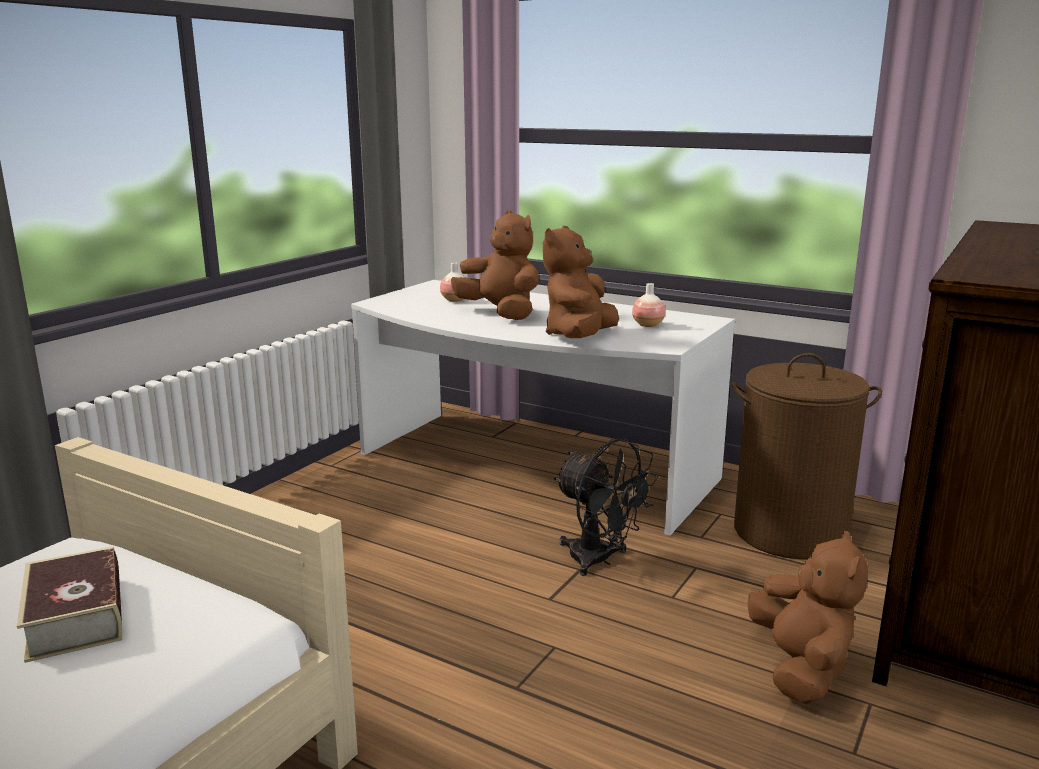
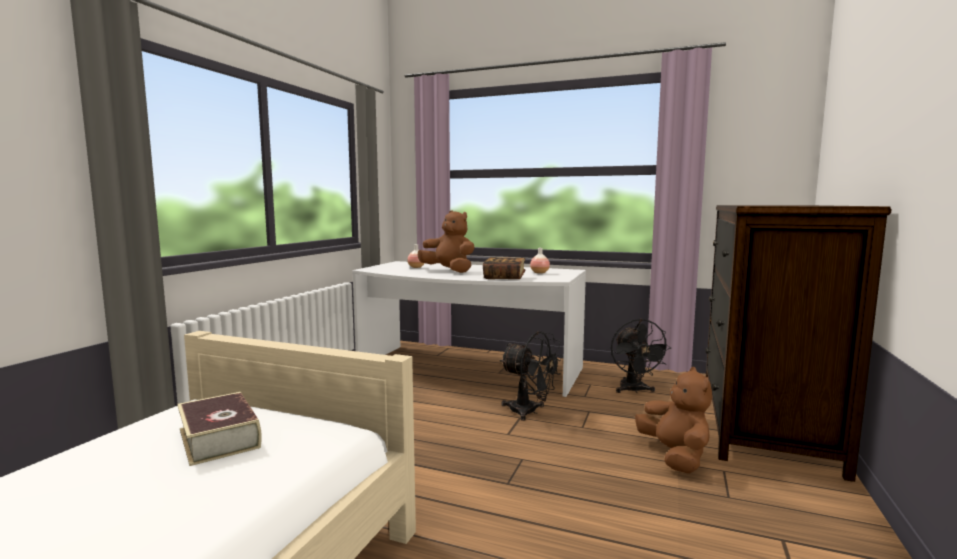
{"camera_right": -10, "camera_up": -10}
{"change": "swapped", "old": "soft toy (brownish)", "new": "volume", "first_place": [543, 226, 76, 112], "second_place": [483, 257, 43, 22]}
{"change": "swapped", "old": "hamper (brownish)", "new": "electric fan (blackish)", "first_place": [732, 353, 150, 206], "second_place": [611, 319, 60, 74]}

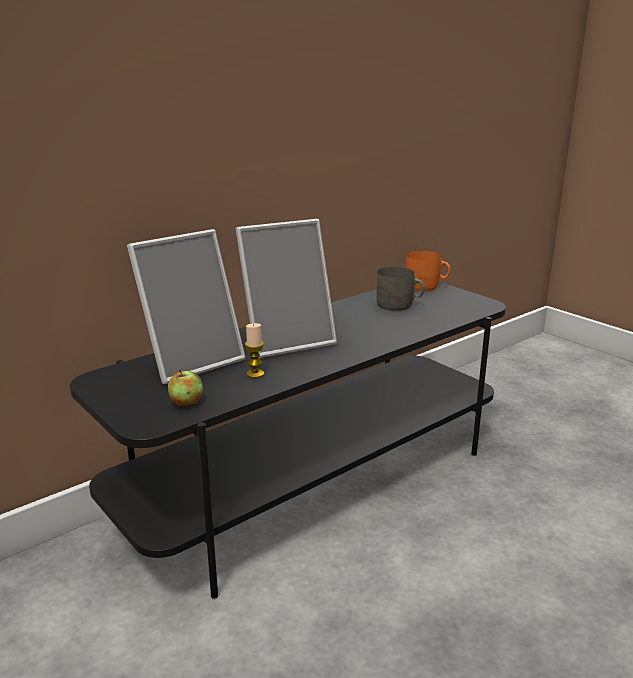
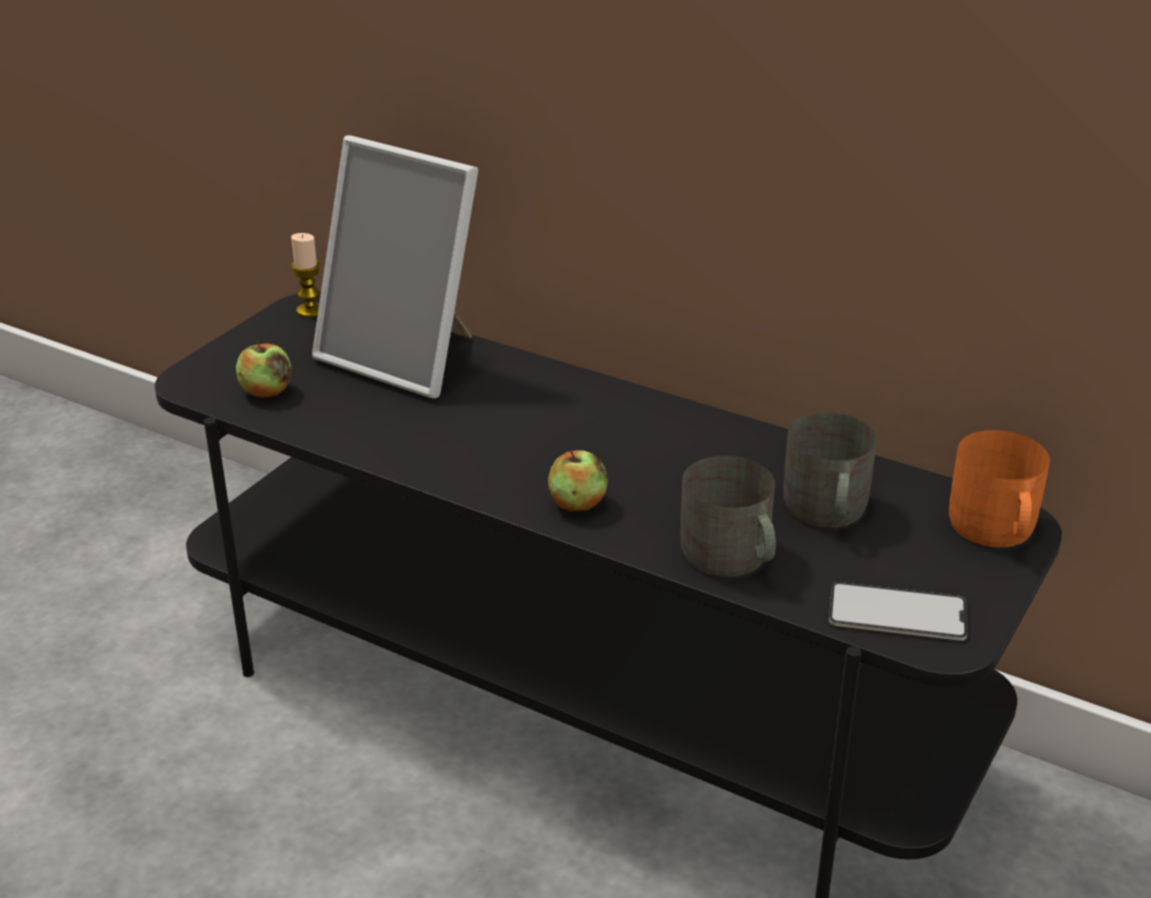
{"camera_right": 70, "camera_up": 10}
{"change": "gone", "old": "picture frame", "first_place": [236, 219, 101, 139]}
{"change": "new", "new": "apple", "second_place": [548, 449, 60, 63]}
{"change": "new", "new": "coffee mug (grey)", "second_place": [680, 456, 96, 121]}
{"change": "new", "new": "handset", "second_place": [829, 582, 139, 59]}
{"change": "shifted", "old": "wax candle", "first_place": [245, 323, 20, 55], "second_place": [291, 233, 29, 84]}

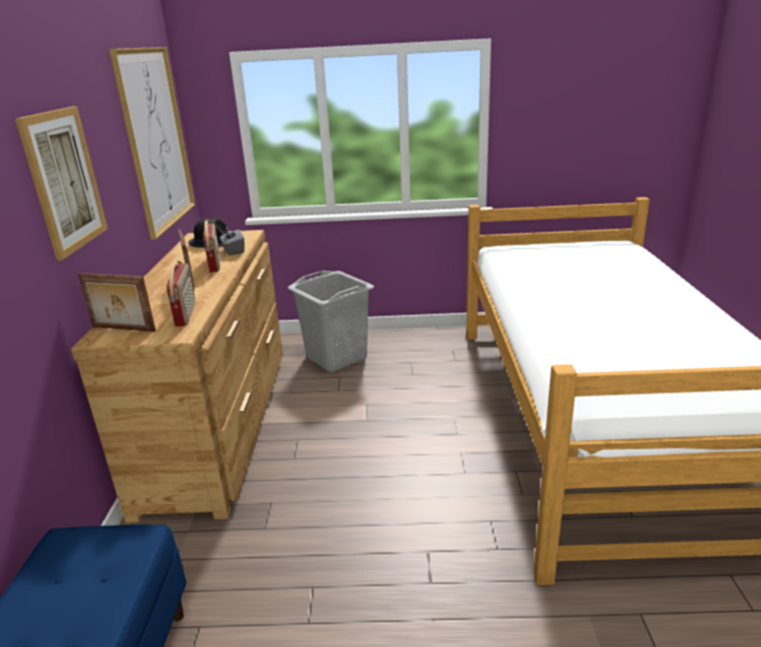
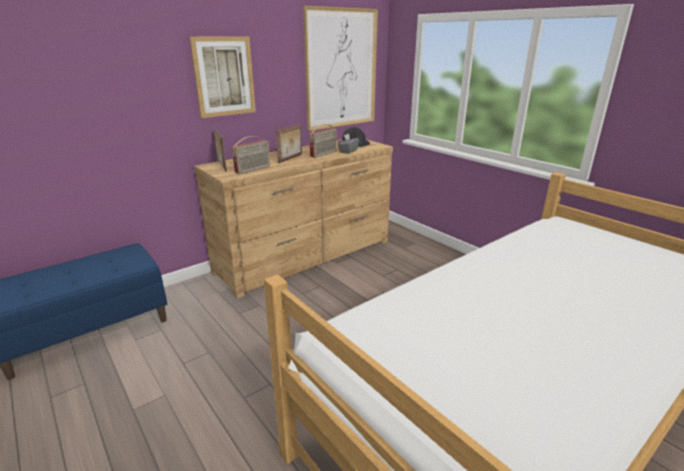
{"camera_right": 50, "camera_up": 0}
{"change": "gone", "old": "hamper (grey)", "first_place": [288, 271, 86, 101]}

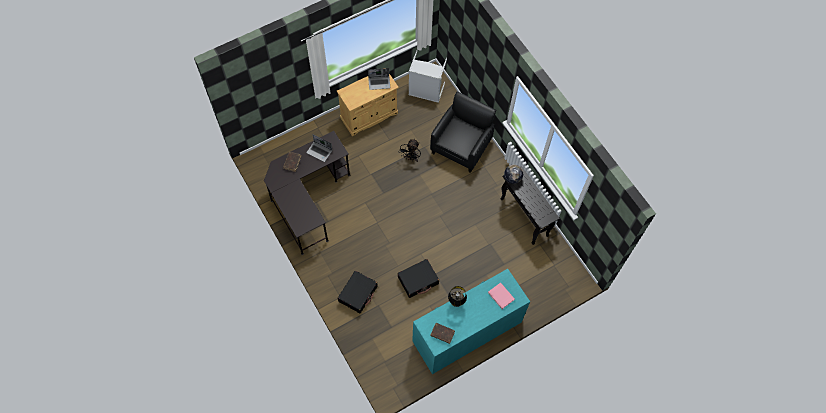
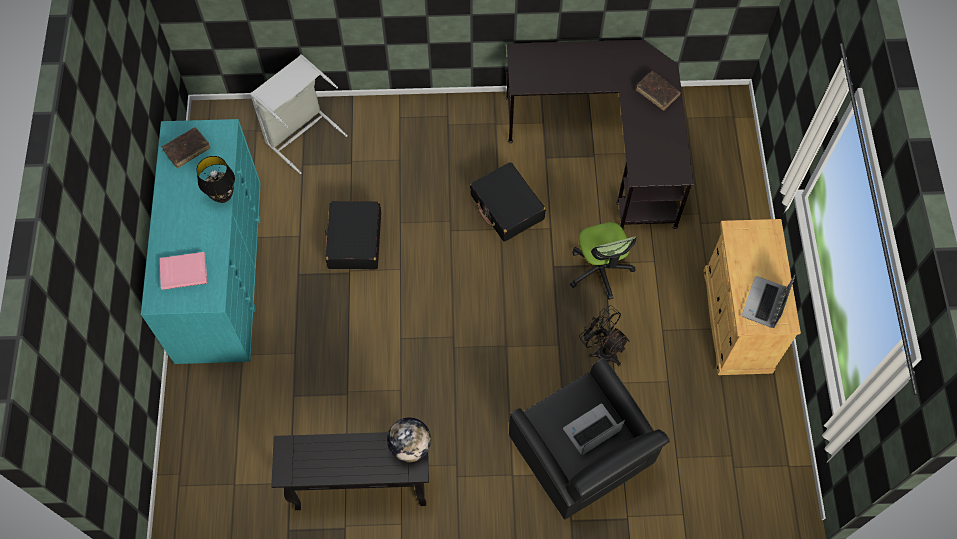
{"camera_right": 120, "camera_up": 0}
{"change": "new", "new": "office chair", "second_place": [570, 222, 66, 78]}
{"change": "shifted", "old": "notebook computer", "first_place": [306, 135, 26, 27], "second_place": [563, 404, 62, 51]}
{"change": "shifted", "old": "travel case (blackish)", "first_place": [338, 271, 40, 42], "second_place": [470, 162, 76, 80]}
{"change": "shifted", "old": "hamper (grey)", "first_place": [409, 50, 38, 53], "second_place": [250, 54, 97, 120]}

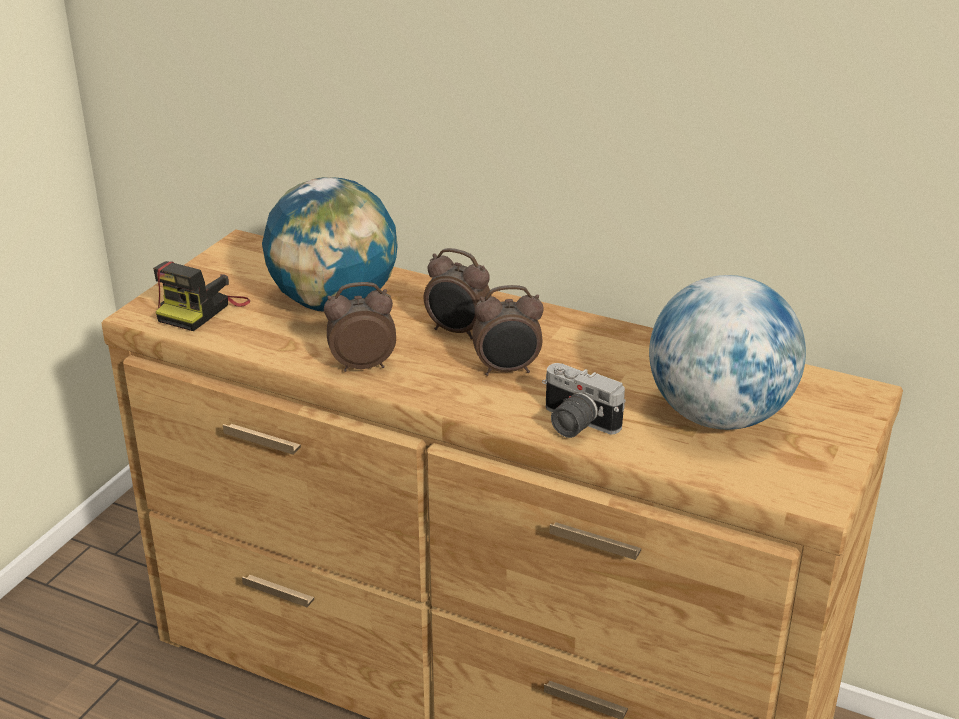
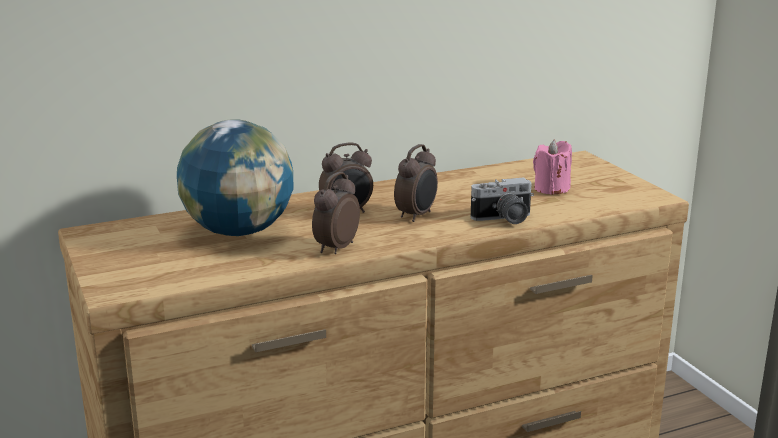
{"camera_right": -50, "camera_up": -10}
{"change": "gone", "old": "photo camera", "first_place": [153, 261, 97, 70]}
{"change": "swapped", "old": "globe", "new": "wax candle (pink)", "first_place": [649, 275, 157, 155], "second_place": [533, 140, 39, 55]}

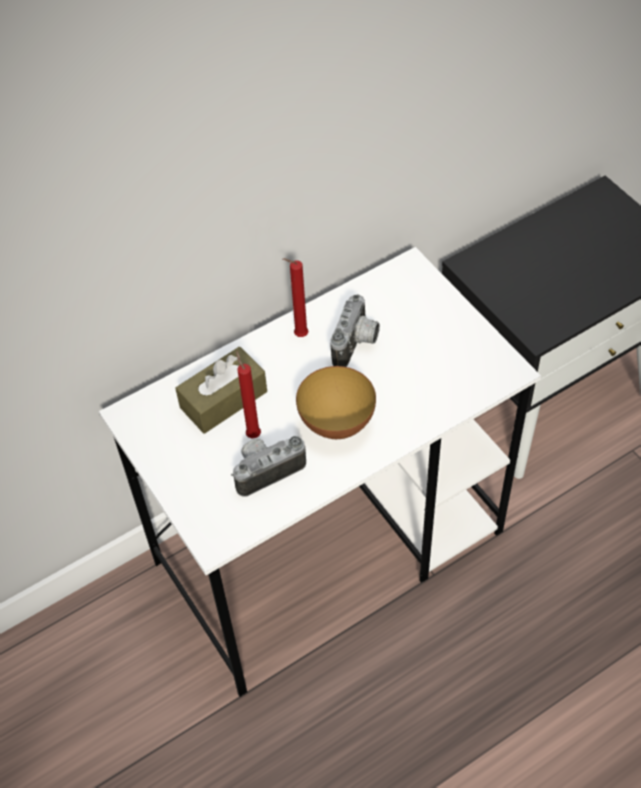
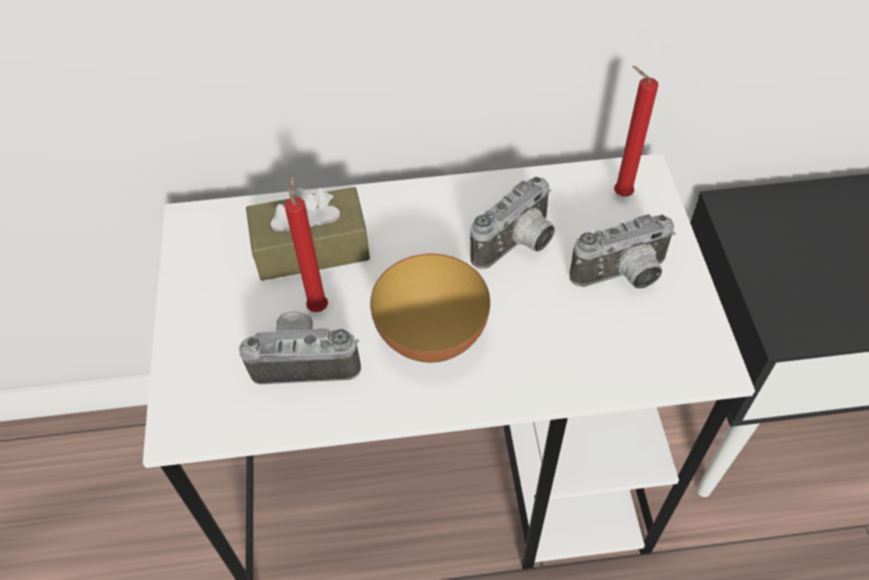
{"camera_right": 25, "camera_up": 0}
{"change": "new", "new": "photo camera", "second_place": [570, 214, 106, 75]}
{"change": "shifted", "old": "wax candle (red)", "first_place": [283, 258, 25, 79], "second_place": [614, 66, 44, 130]}

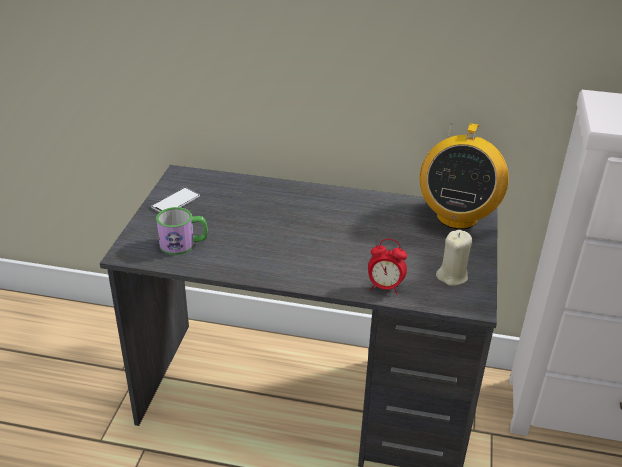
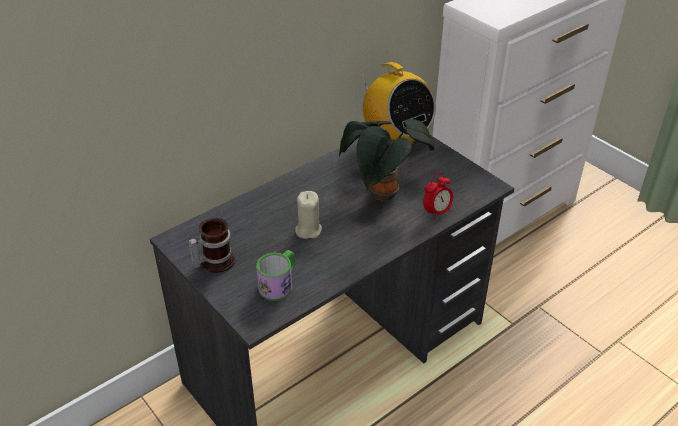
{"camera_right": -50, "camera_up": 5}
{"change": "new", "new": "houseplant", "second_place": [339, 119, 95, 82]}
{"change": "shifted", "old": "wax candle (beige)", "first_place": [436, 230, 36, 56], "second_place": [295, 191, 27, 48]}
{"change": "swapped", "old": "handset", "new": "coffee mug", "first_place": [151, 188, 49, 24], "second_place": [188, 218, 47, 55]}

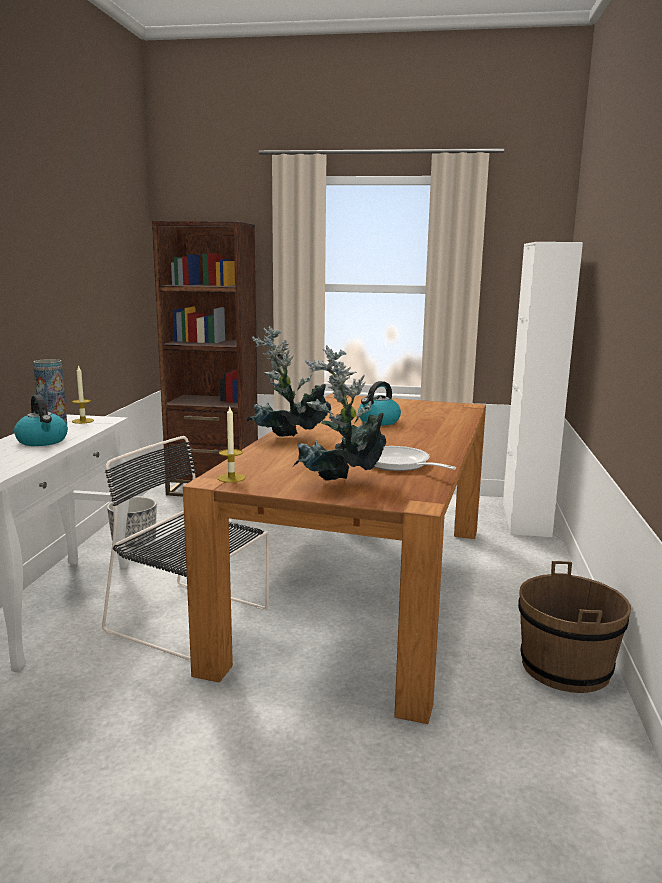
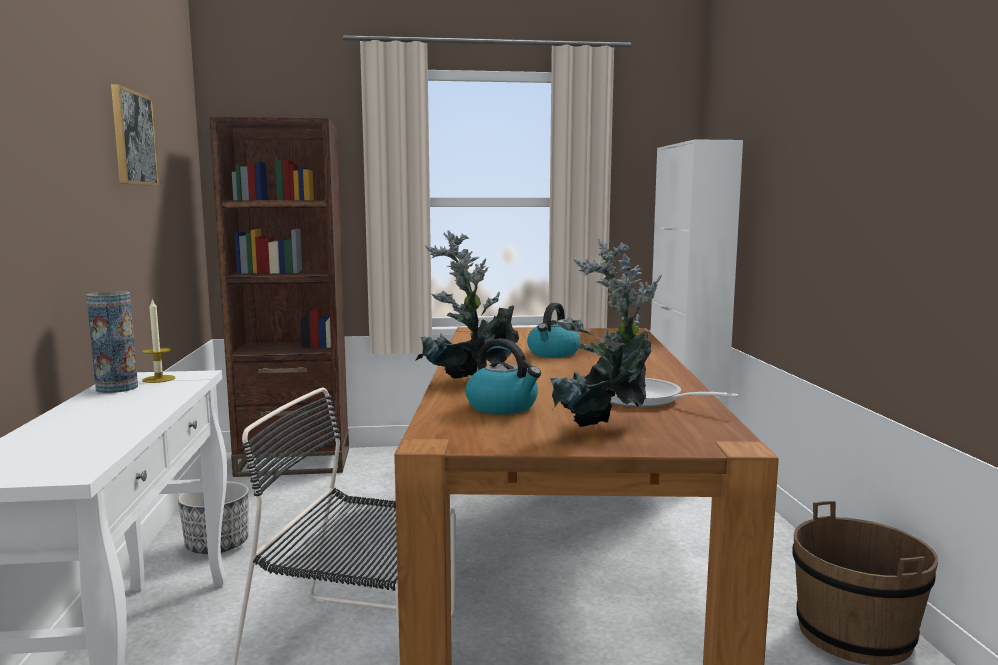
{"camera_right": -15, "camera_up": -5}
{"change": "gone", "old": "wax candle", "first_place": [218, 405, 27, 78]}
{"change": "new", "new": "picture", "second_place": [111, 84, 49, 102]}
{"change": "shifted", "old": "tea kettle", "first_place": [14, 394, 54, 52], "second_place": [465, 339, 76, 76]}

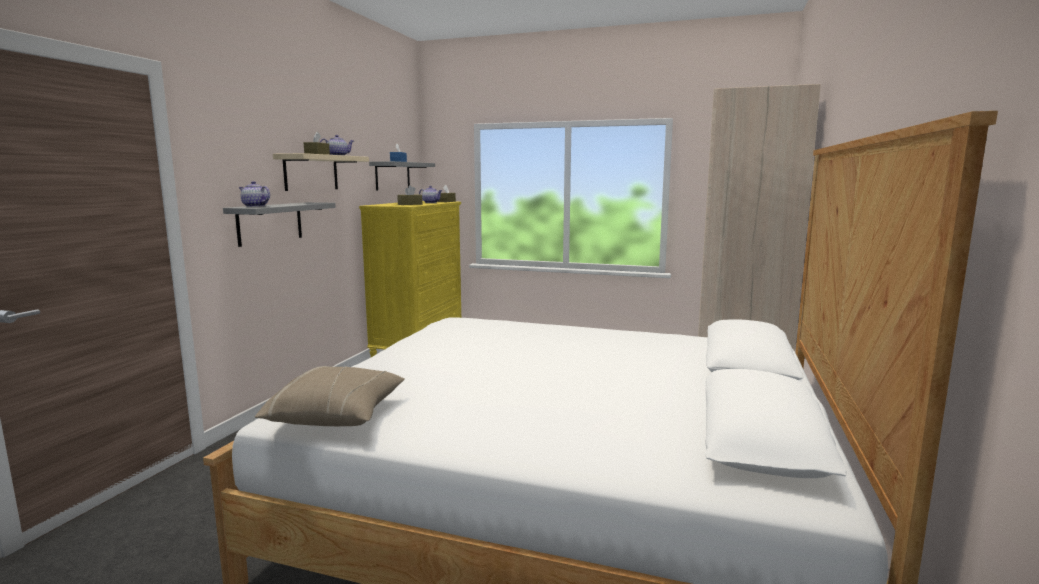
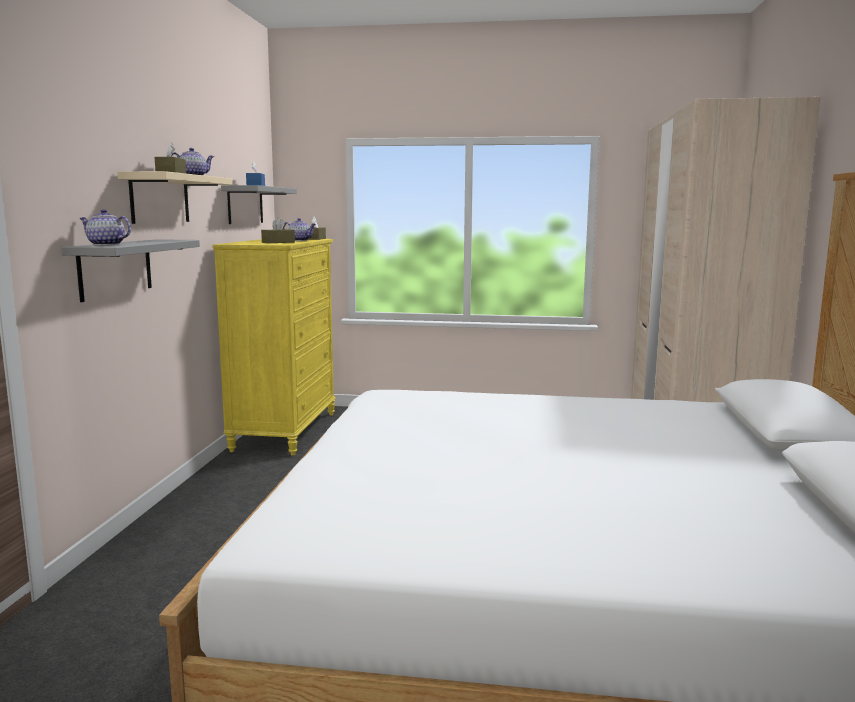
{"camera_right": -10, "camera_up": 0}
{"change": "gone", "old": "throw pillow (beige)", "first_place": [255, 366, 150, 60]}

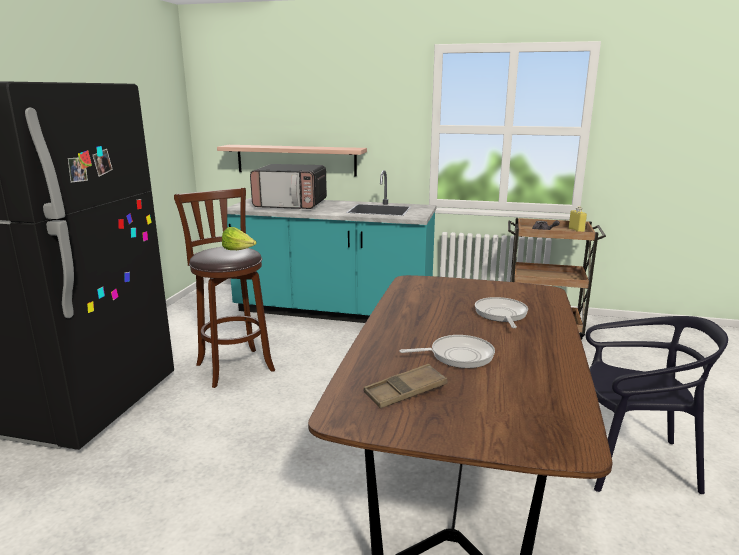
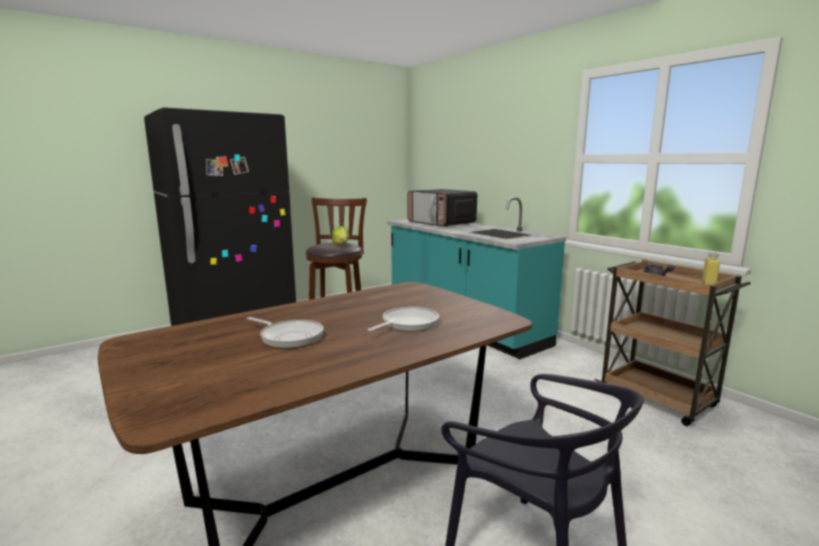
{"camera_right": 40, "camera_up": -5}
{"change": "gone", "old": "wall shelf", "first_place": [217, 145, 150, 31]}
{"change": "gone", "old": "tray (brownish)", "first_place": [364, 364, 84, 44]}

